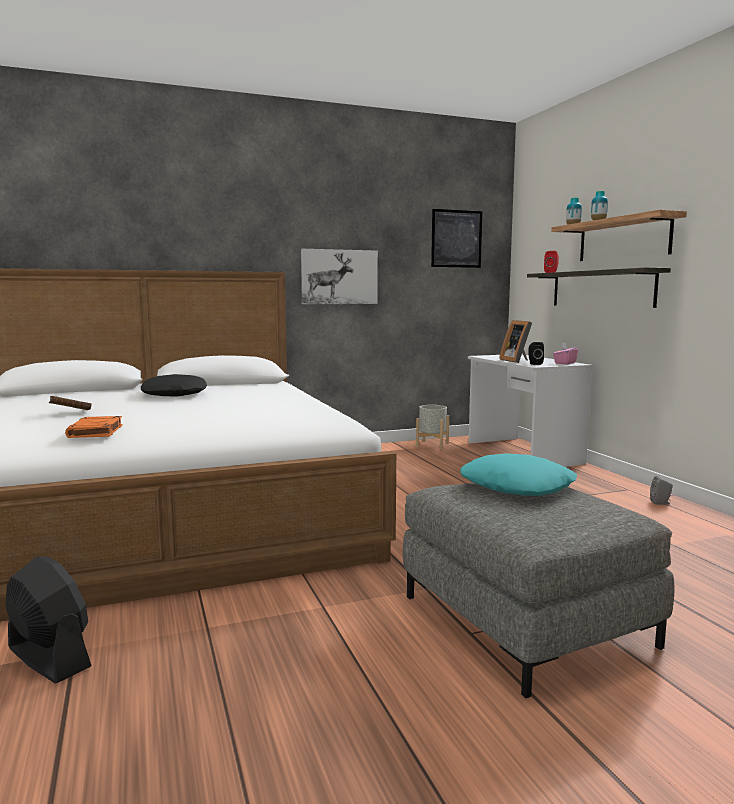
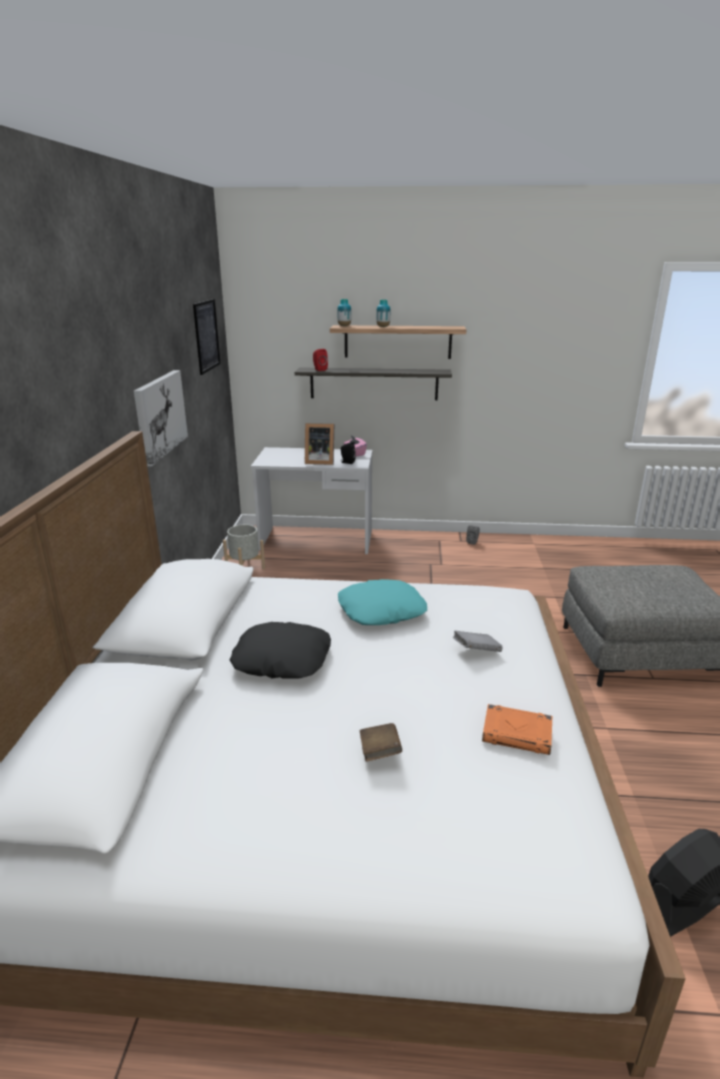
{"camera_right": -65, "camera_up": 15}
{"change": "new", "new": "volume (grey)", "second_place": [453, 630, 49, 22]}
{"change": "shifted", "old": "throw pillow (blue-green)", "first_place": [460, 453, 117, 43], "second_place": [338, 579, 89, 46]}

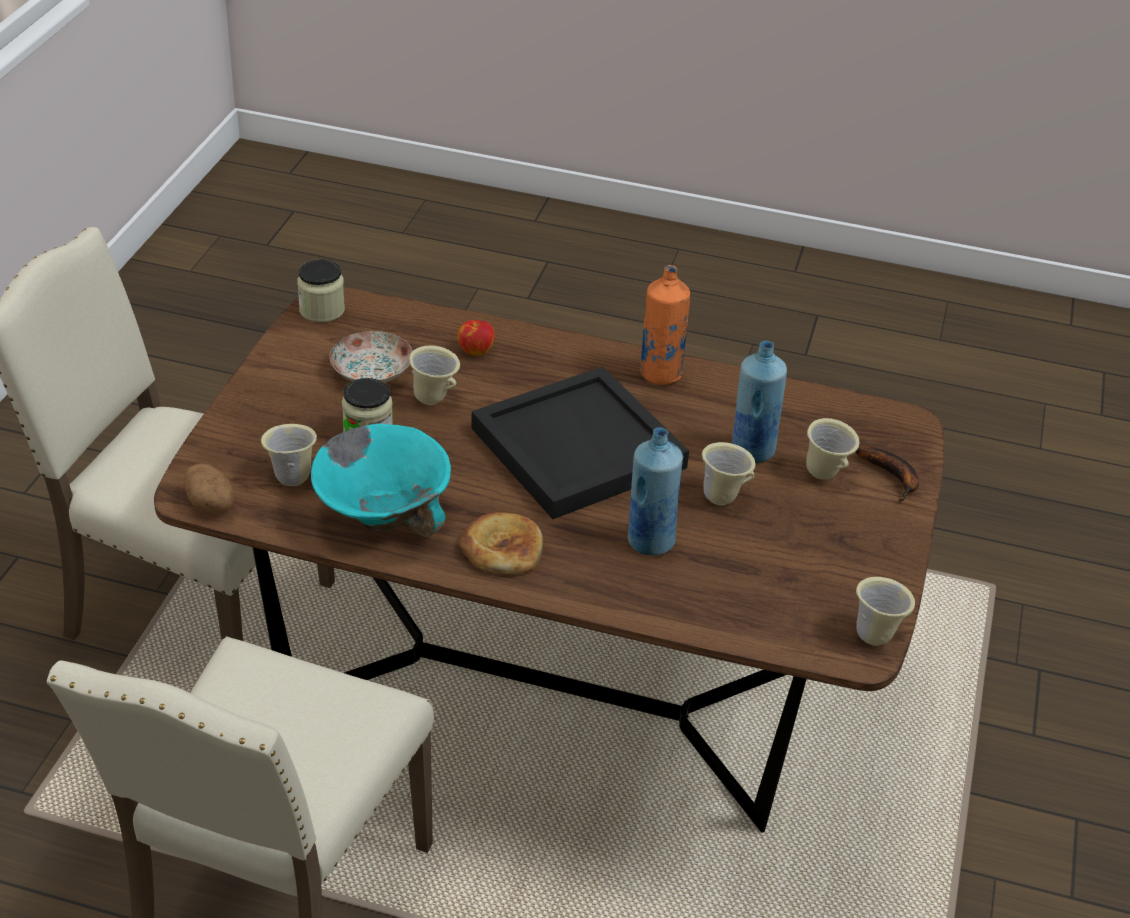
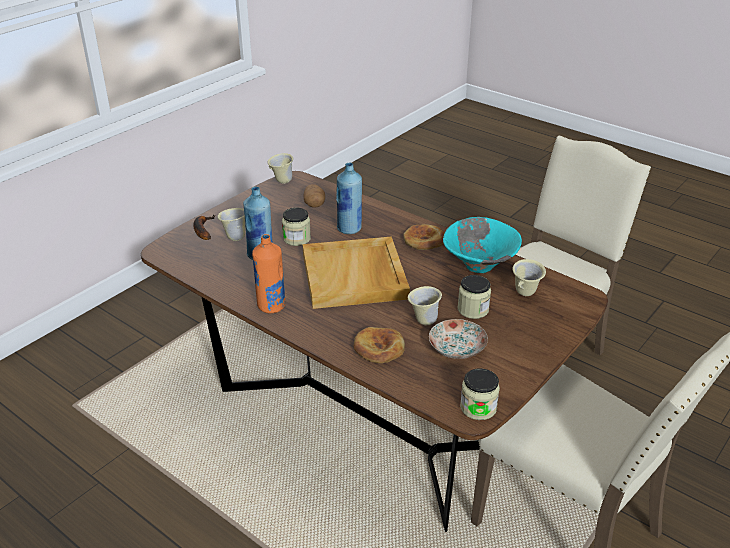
{"camera_right": -155, "camera_up": -5}
{"change": "shifted", "old": "spud", "first_place": [184, 463, 50, 51], "second_place": [303, 184, 22, 24]}
{"change": "swapped", "old": "apple", "new": "bakery bread", "first_place": [457, 320, 38, 36], "second_place": [354, 327, 51, 36]}
{"change": "swapped", "old": "coffee mug (beige)", "new": "jar", "first_place": [702, 442, 53, 63], "second_place": [282, 208, 29, 38]}
{"change": "repainted", "old": "tray (blackish)", "new": "tray (beige)", "first_place": [471, 367, 218, 152], "second_place": [303, 236, 107, 73]}

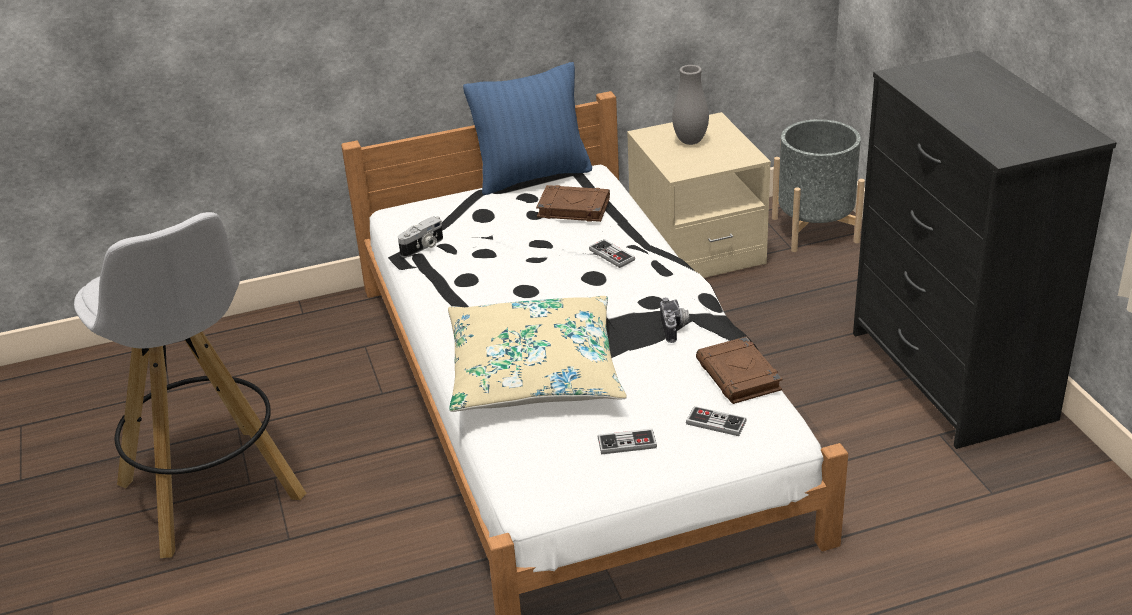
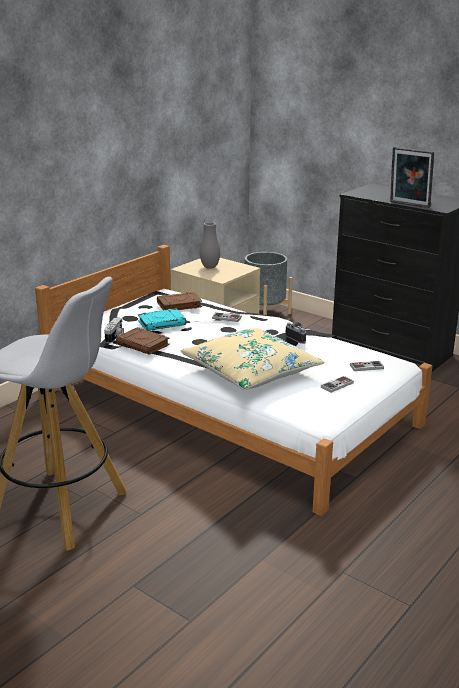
{"camera_right": -35, "camera_up": -10}
{"change": "gone", "old": "throw pillow (bluish)", "first_place": [463, 62, 129, 133]}
{"change": "new", "new": "volume (blue-green)", "second_place": [138, 308, 48, 23]}
{"change": "new", "new": "picture frame", "second_place": [390, 147, 44, 61]}
{"change": "shifted", "old": "volume (brownish)", "first_place": [696, 337, 86, 67], "second_place": [116, 327, 54, 28]}

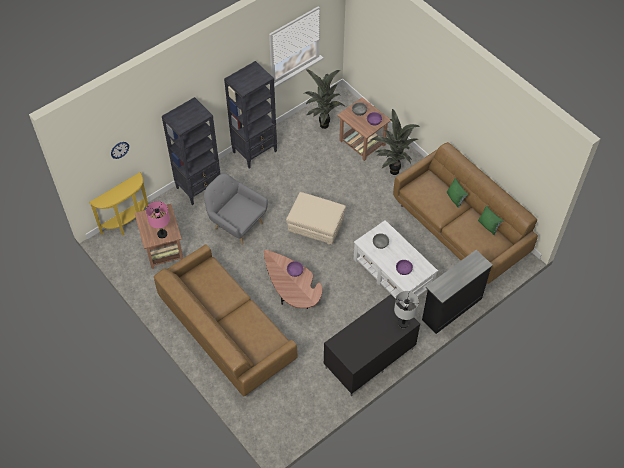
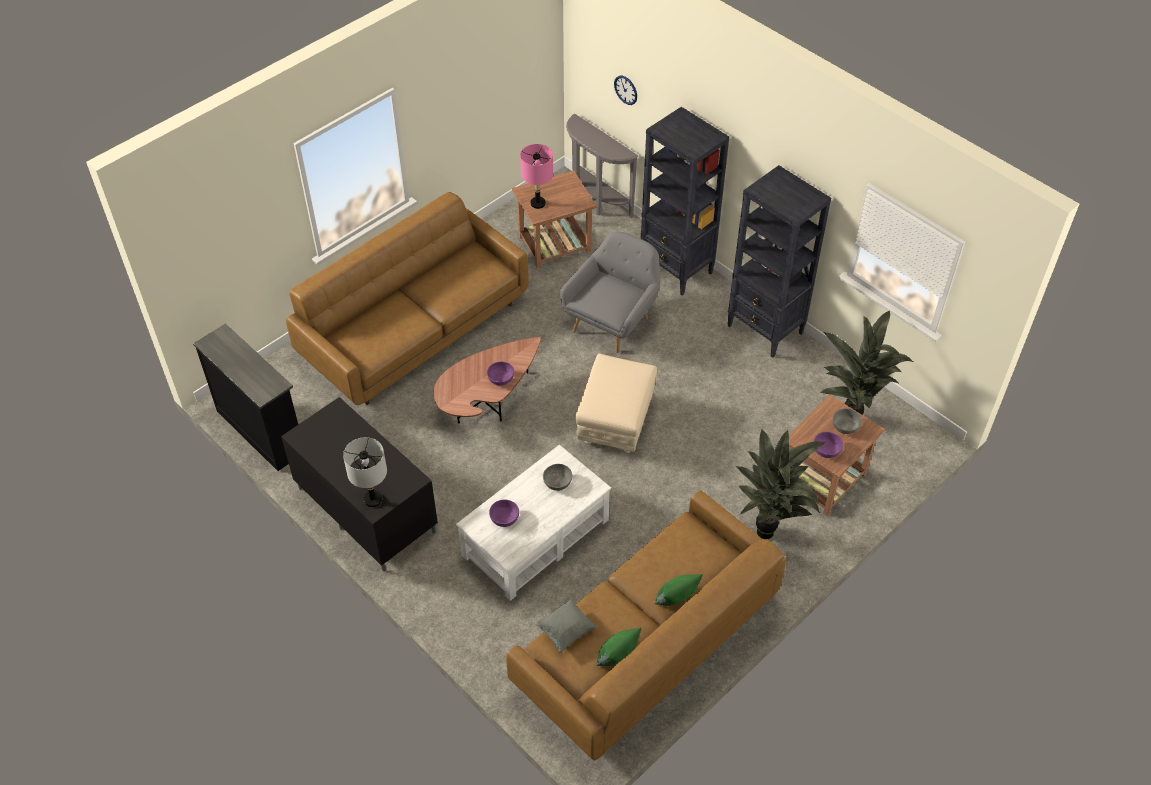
{"camera_right": 85, "camera_up": -5}
{"change": "new", "new": "throw pillow (grey)", "second_place": [536, 600, 61, 54]}
{"change": "shifted", "old": "chest of drawers (blackish)", "first_place": [422, 250, 71, 84], "second_place": [193, 323, 105, 148]}
{"change": "repainted", "old": "narrow table (yellow-coloured)", "new": "narrow table (grey)", "first_place": [89, 172, 59, 63], "second_place": [566, 113, 72, 105]}

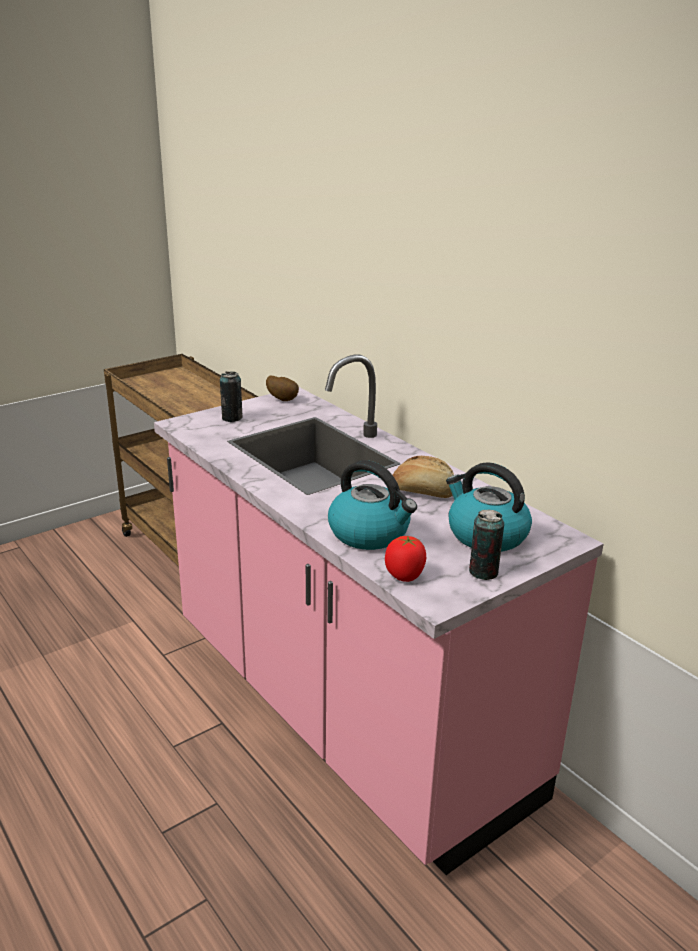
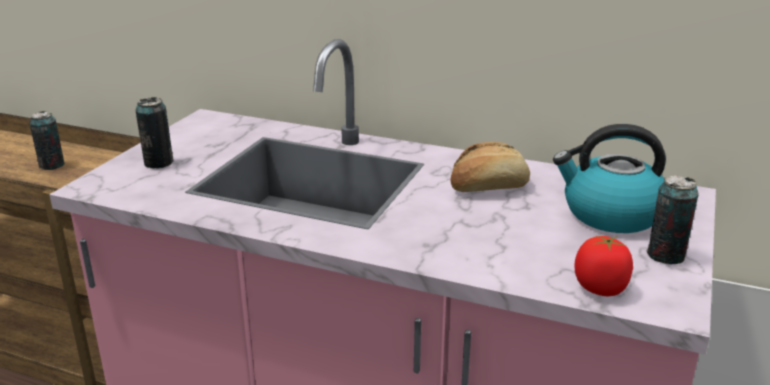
{"camera_right": -30, "camera_up": 0}
{"change": "gone", "old": "spud", "first_place": [266, 376, 33, 25]}
{"change": "gone", "old": "tea kettle", "first_place": [328, 460, 89, 90]}
{"change": "new", "new": "can", "second_place": [29, 111, 36, 59]}

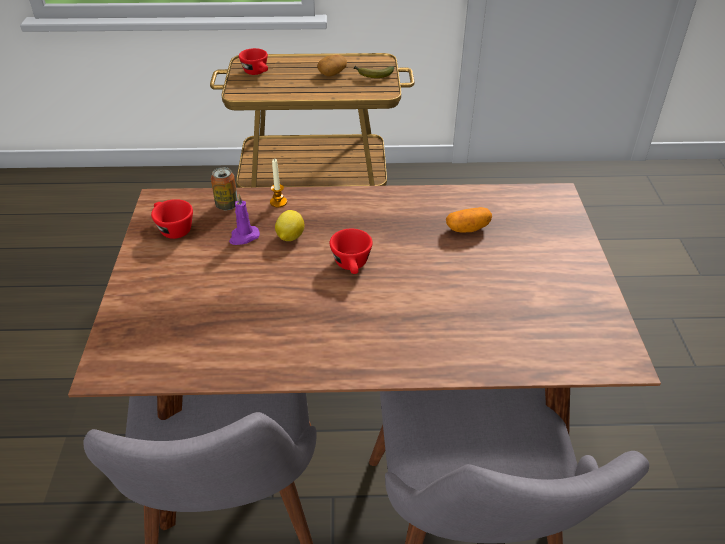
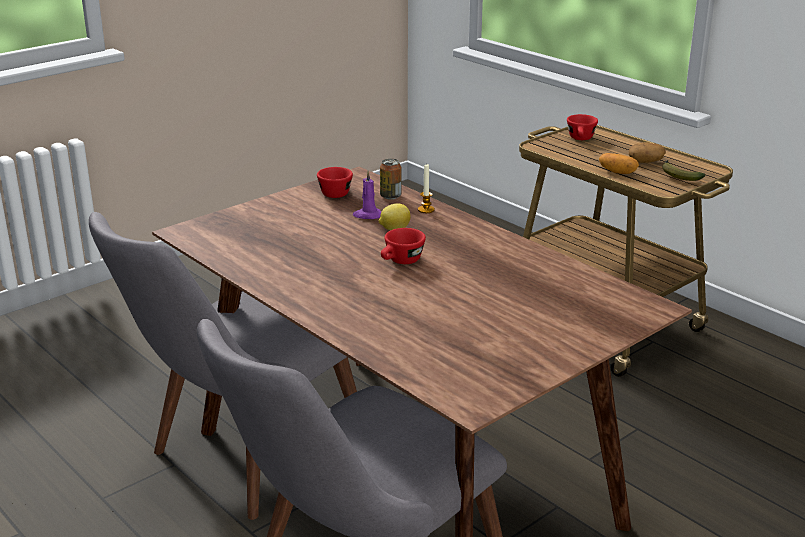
{"camera_right": 50, "camera_up": -15}
{"change": "shifted", "old": "spud", "first_place": [446, 207, 46, 25], "second_place": [599, 153, 40, 21]}

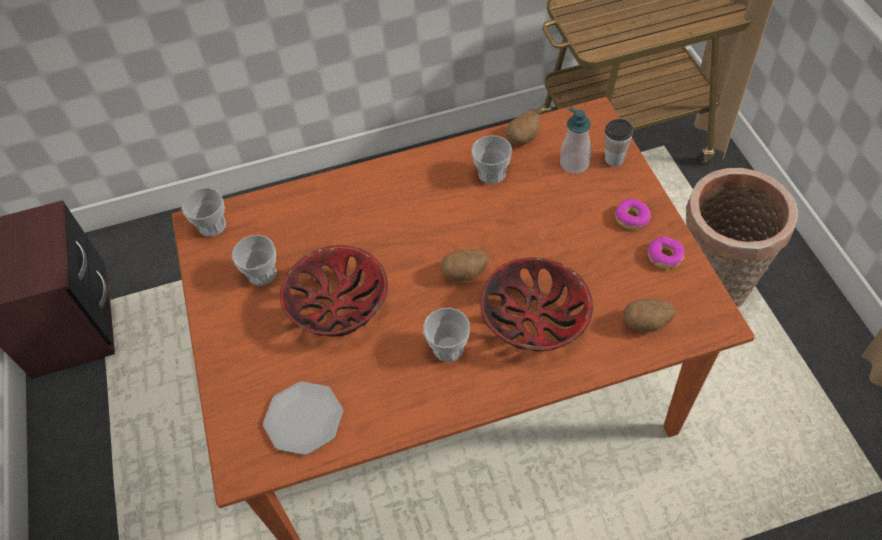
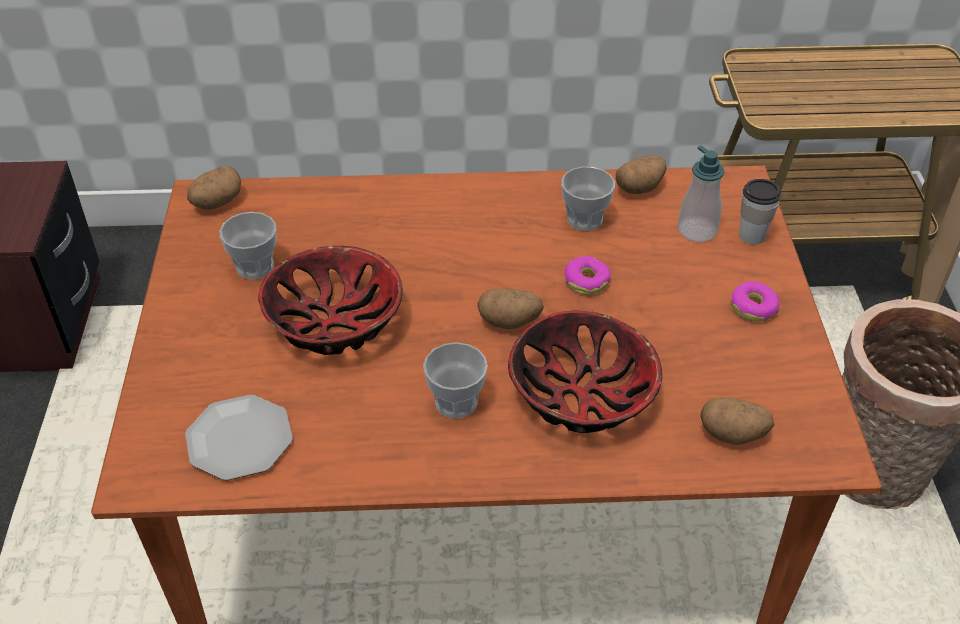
{"camera_right": 10, "camera_up": -10}
{"change": "shifted", "old": "donut", "first_place": [647, 237, 38, 32], "second_place": [564, 256, 47, 39]}
{"change": "swapped", "old": "small cup", "new": "spud", "first_place": [181, 187, 45, 50], "second_place": [187, 166, 54, 44]}

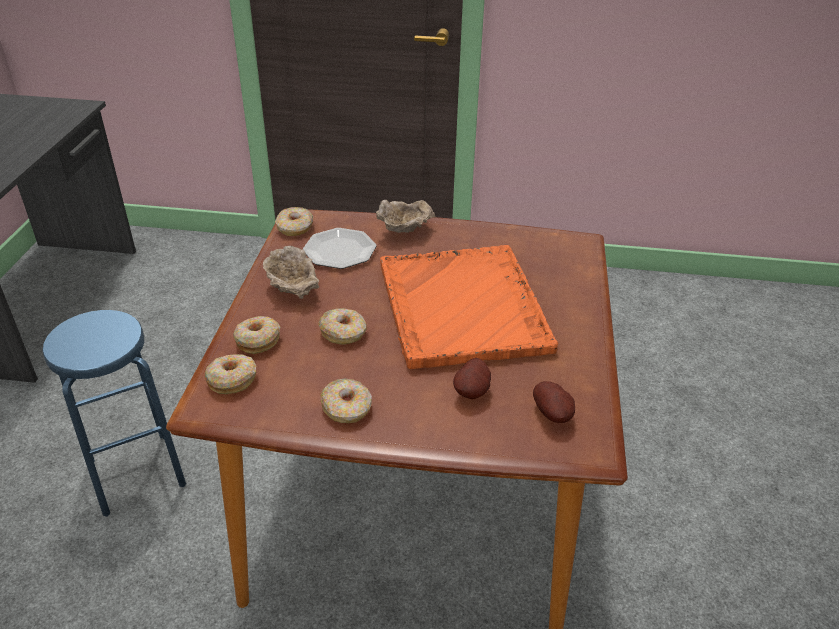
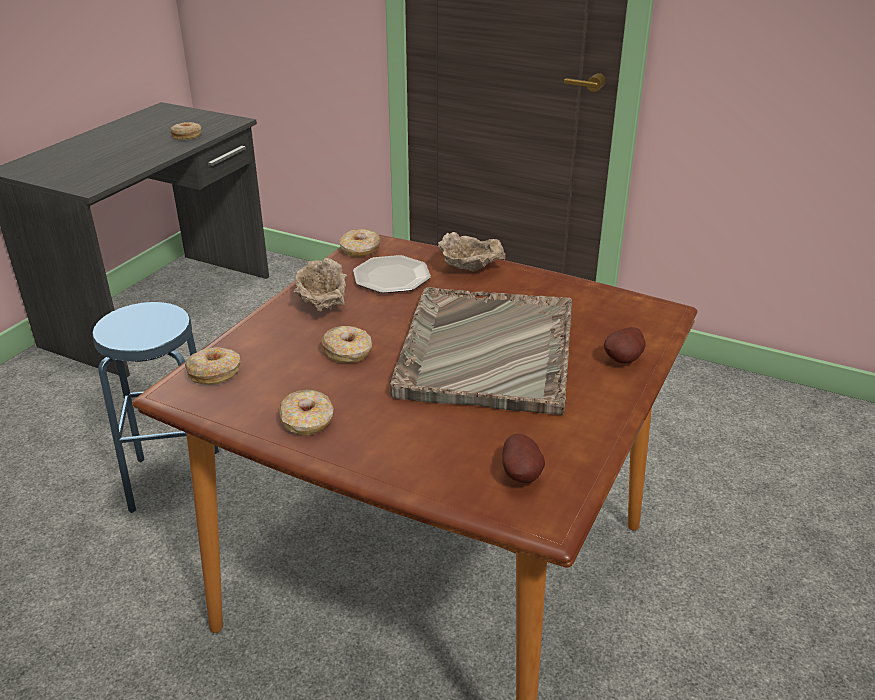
{"camera_right": 20, "camera_up": -5}
{"change": "shifted", "old": "donut", "first_place": [233, 316, 47, 38], "second_place": [170, 122, 32, 18]}
{"change": "shifted", "old": "spud", "first_place": [453, 358, 38, 41], "second_place": [604, 327, 42, 36]}
{"change": "repainted", "old": "tray (orange)", "new": "tray (grey)", "first_place": [380, 245, 179, 124], "second_place": [390, 287, 182, 128]}

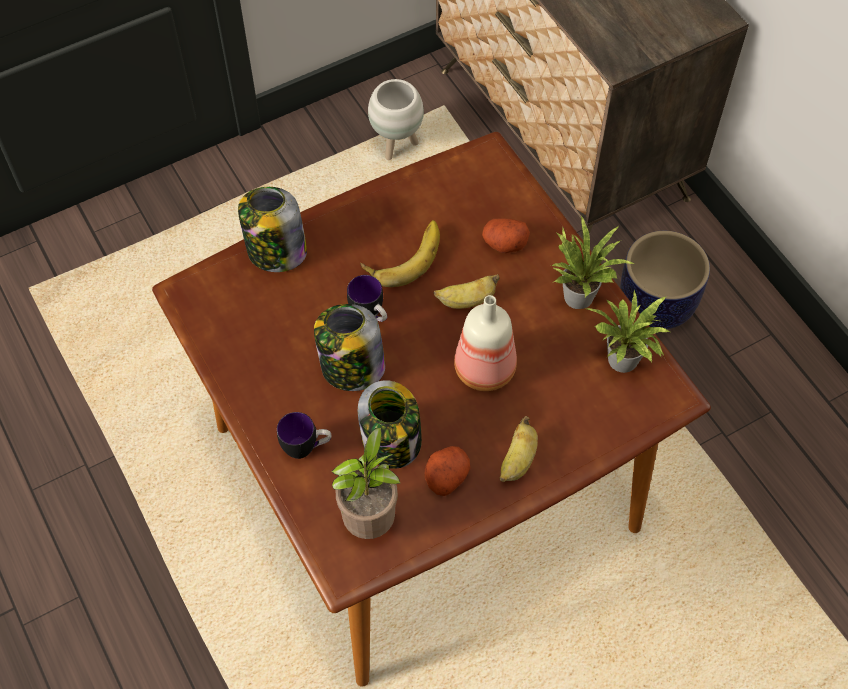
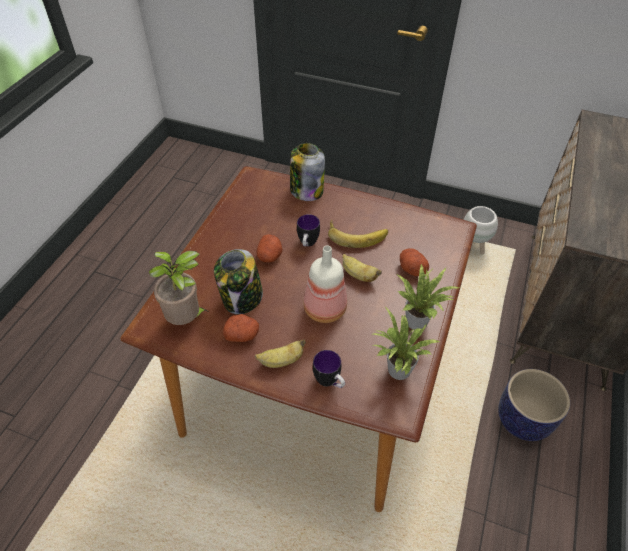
{"camera_right": 50, "camera_up": -10}
{"change": "shifted", "old": "coffee mug", "first_place": [277, 412, 54, 47], "second_place": [313, 350, 32, 38]}
{"change": "swapped", "old": "jar", "new": "spud", "first_place": [314, 304, 71, 87], "second_place": [257, 234, 26, 29]}

